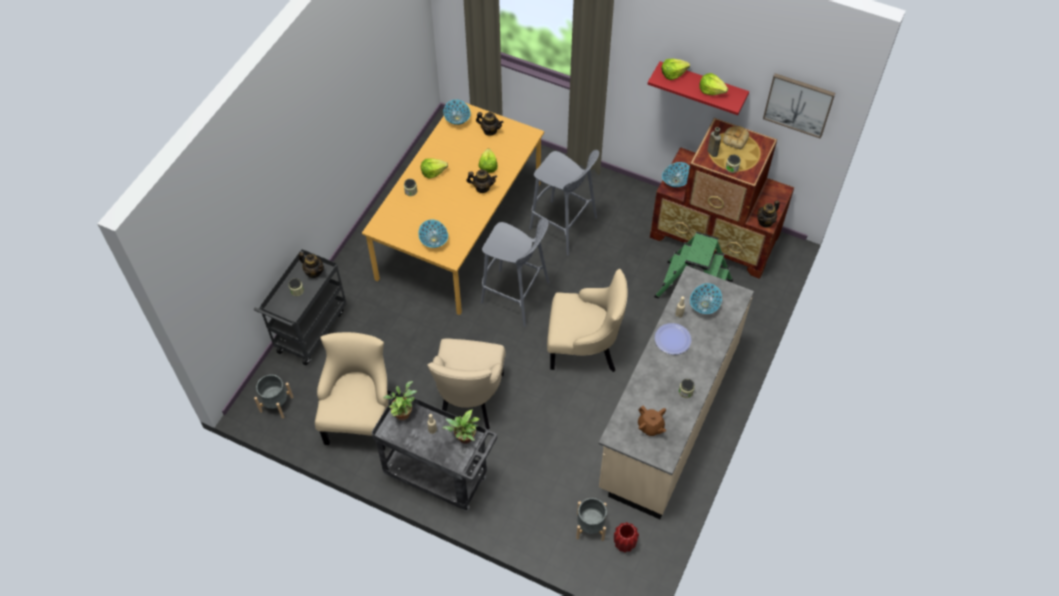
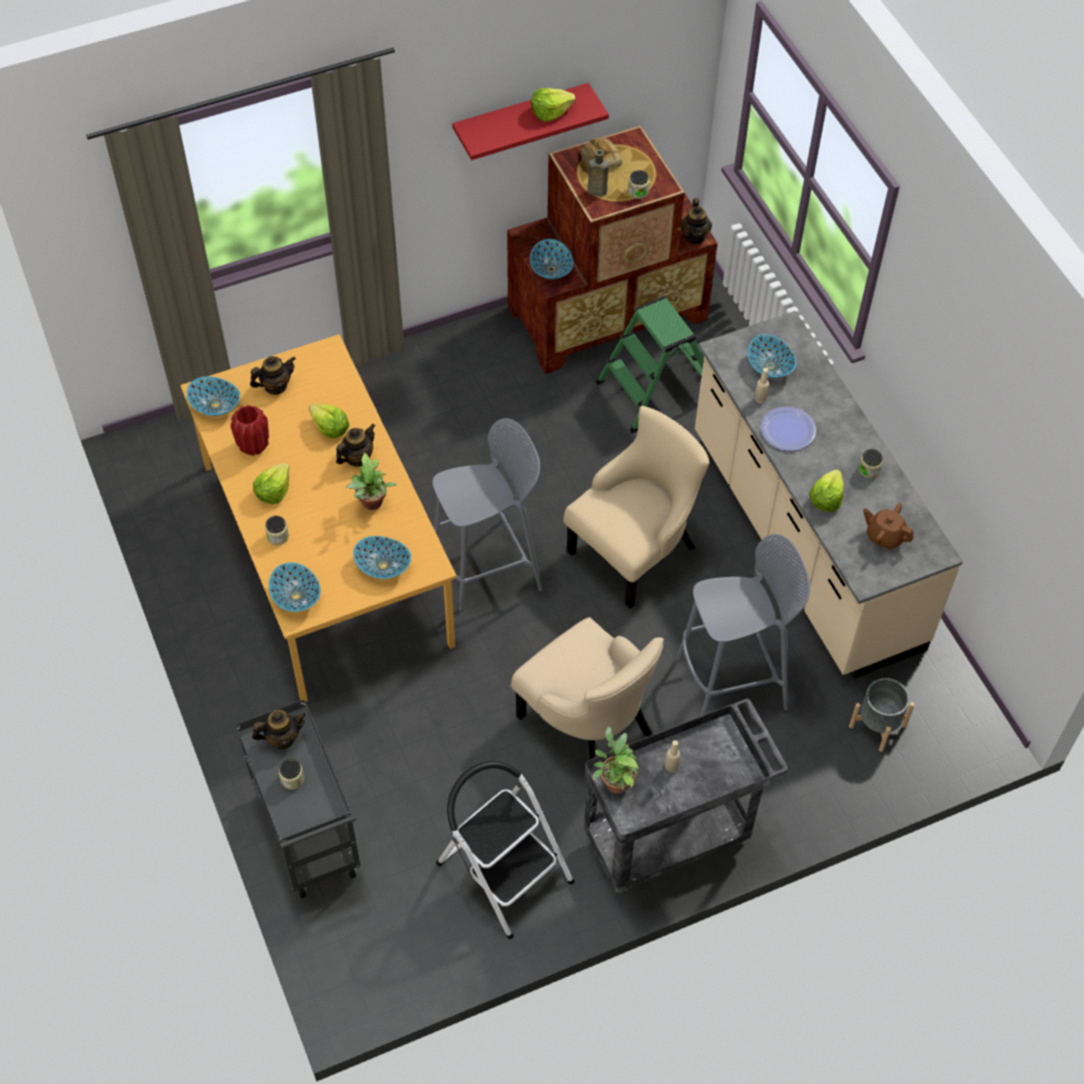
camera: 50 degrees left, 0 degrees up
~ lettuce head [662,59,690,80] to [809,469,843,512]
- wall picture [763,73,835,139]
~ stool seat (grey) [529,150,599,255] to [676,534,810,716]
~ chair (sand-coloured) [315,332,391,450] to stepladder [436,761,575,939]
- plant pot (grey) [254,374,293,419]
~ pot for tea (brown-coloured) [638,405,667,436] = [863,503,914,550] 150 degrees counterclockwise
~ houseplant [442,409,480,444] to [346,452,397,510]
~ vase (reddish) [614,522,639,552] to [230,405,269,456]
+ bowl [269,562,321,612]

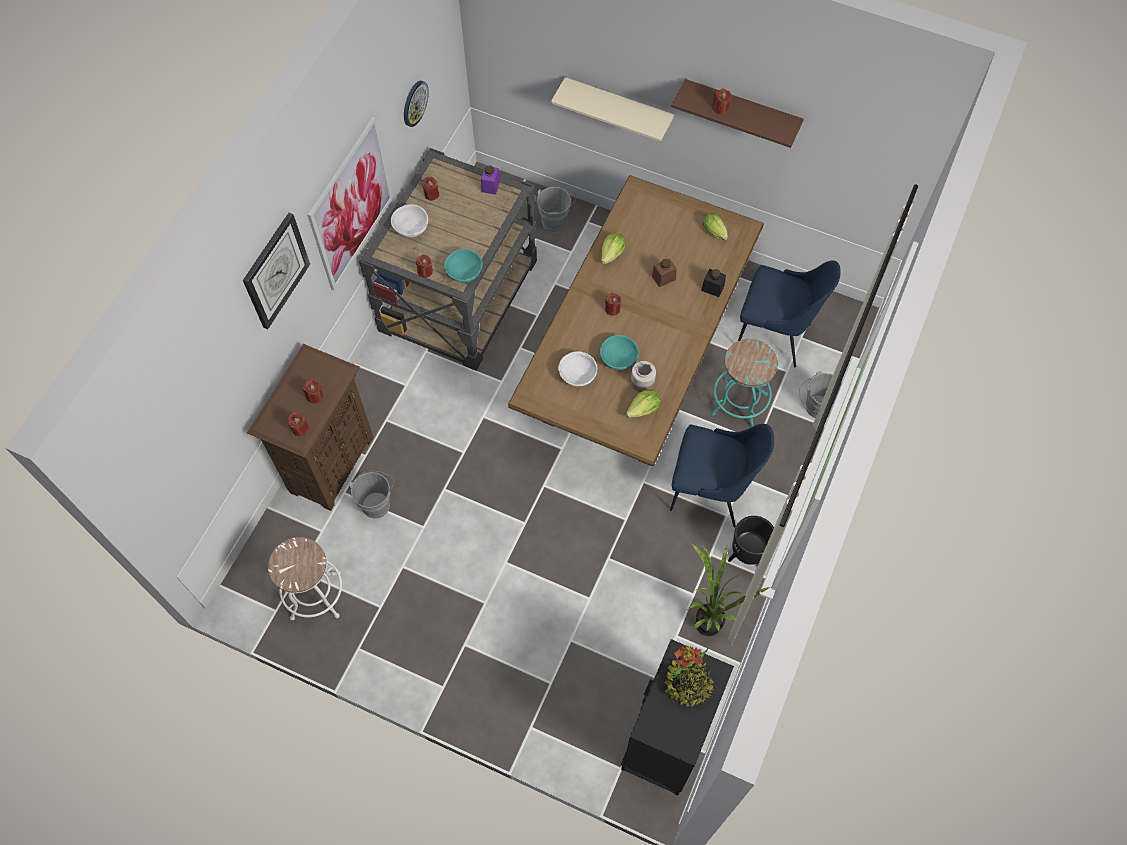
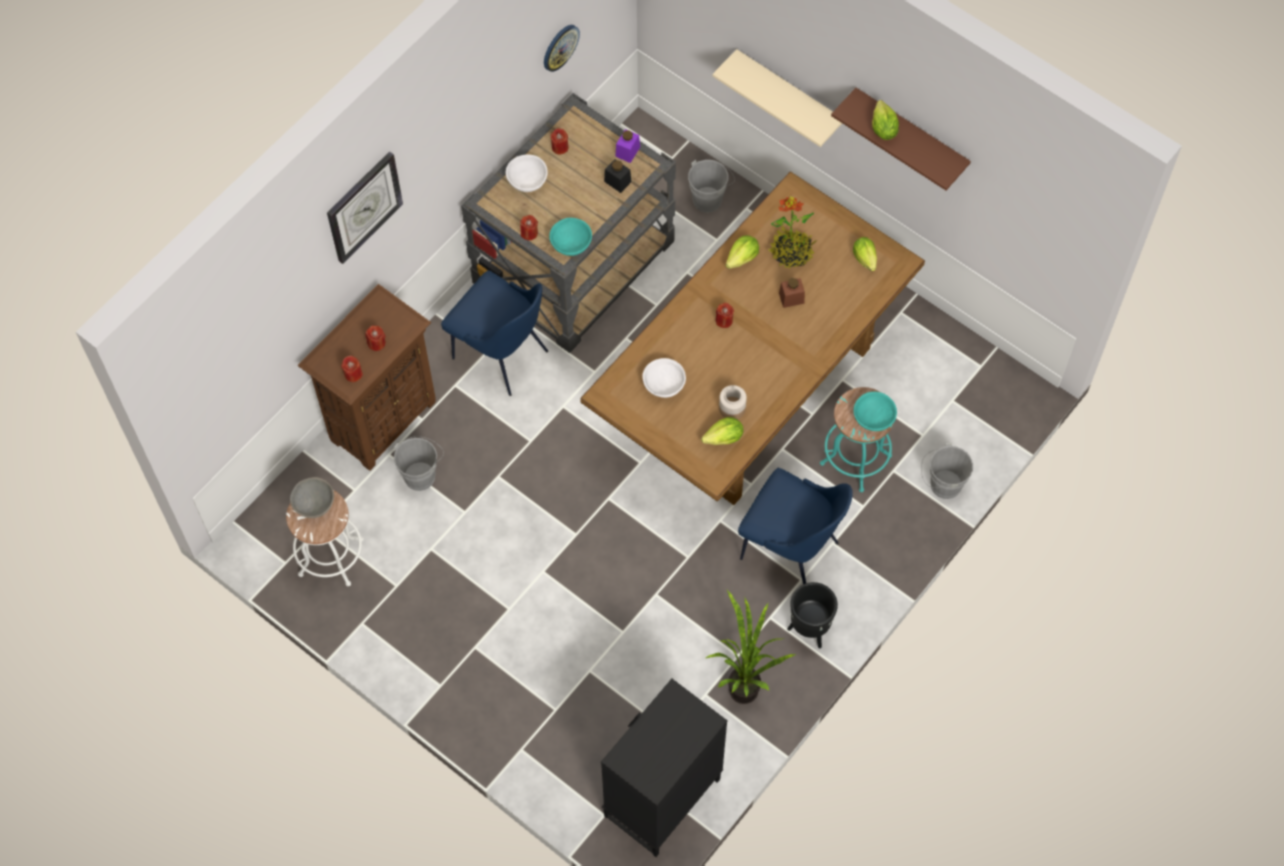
camera: 15 degrees right, 0 degrees up
~ wax candle (reddish) [712,89,731,114] to lettuce head [872,100,899,140]
- wall picture [307,116,393,290]
~ chair (bluish) [738,261,841,367] to [441,270,548,396]
~ jar (blackish) [701,269,726,297] to [604,159,632,193]
~ bowl (turquoise-coloured) [600,335,639,370] to [853,391,897,431]
~ houseplant [664,645,714,707] to [768,197,817,269]
+ bowl (grey) [290,477,334,518]

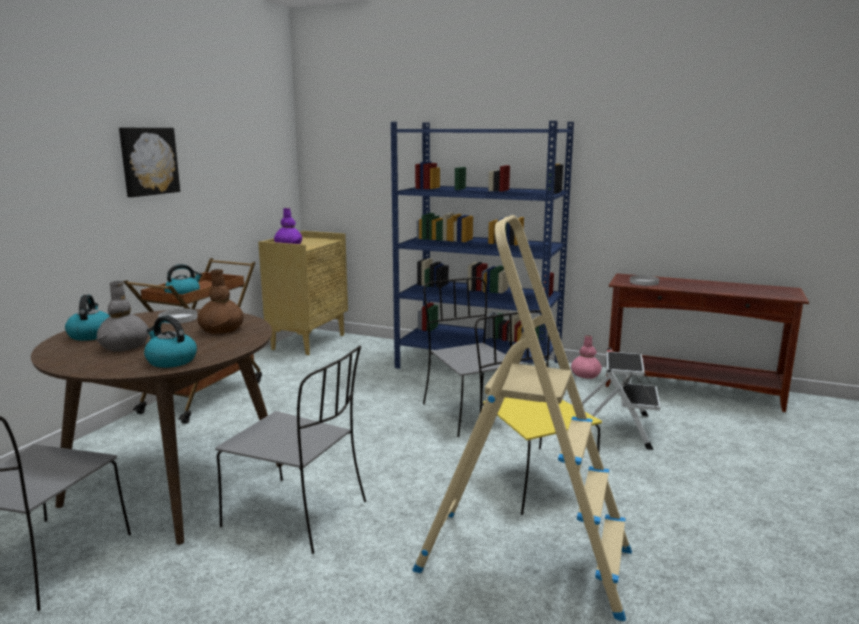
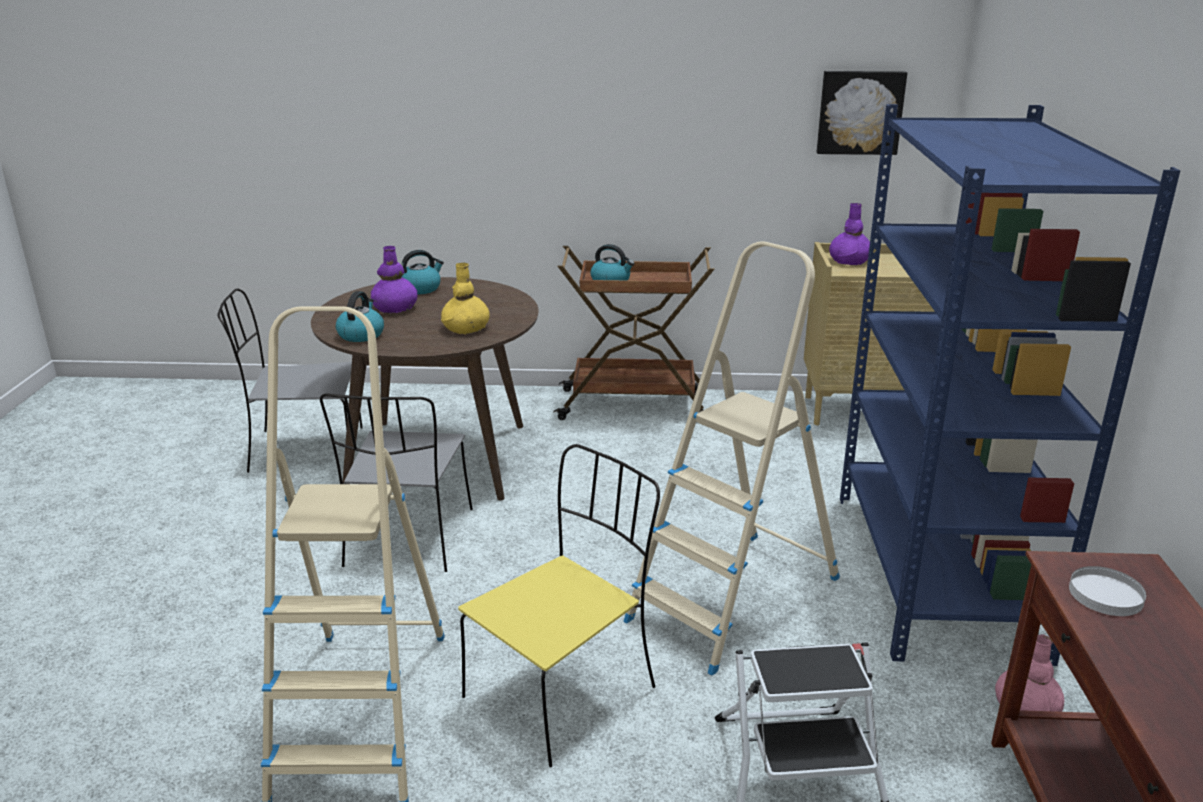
camera: 70 degrees right, 10 degrees up
~ wall picture [119,128,180,197] to [817,71,907,155]
~ vase (brown-coloured) [197,269,244,334] to vase (yellowish) [441,263,490,334]
~ chair (grey) [423,277,524,437] to stepladder (sand-coloured) [624,241,840,675]
~ vase (grey) [96,281,149,352] to vase (purple) [371,246,418,314]
- flat dish (whitish) [158,309,197,324]

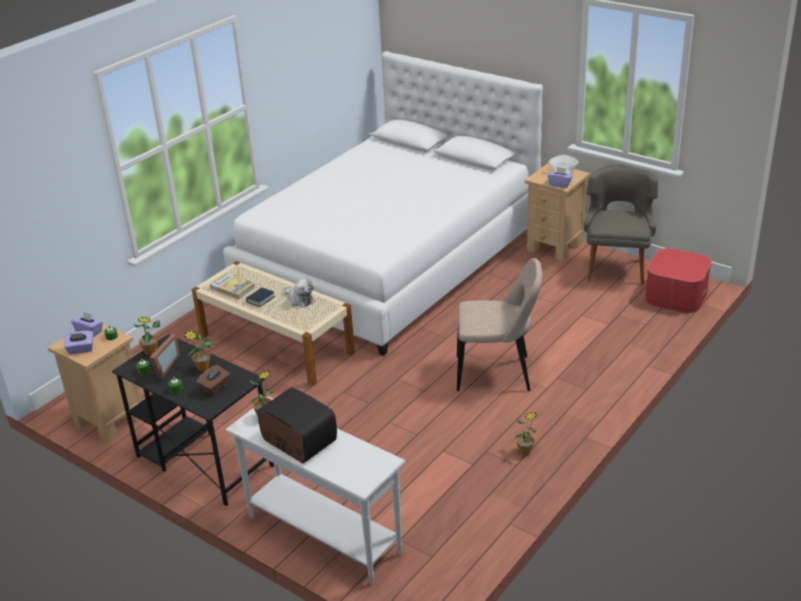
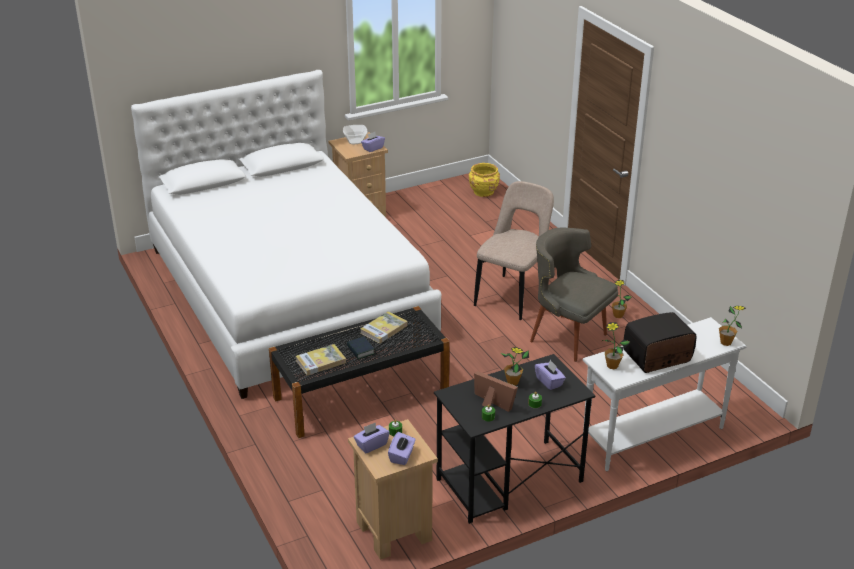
camera: 65 degrees left, 0 degrees up
~ chair (grey) [584,164,658,285] to [530,228,618,362]
~ pouffe [645,248,712,313] to plant pot (yellowish) [469,163,500,197]
~ indoor bench (sand-coloured) [192,261,355,387] to indoor bench (blackish) [269,306,450,438]
~ cuddly toy [285,279,315,307] to book [360,311,408,344]
~ houseplant [133,317,160,355] to [719,306,746,346]
~ tissue box (brown-coloured) [197,365,230,396] to tissue box (purple) [535,360,566,390]

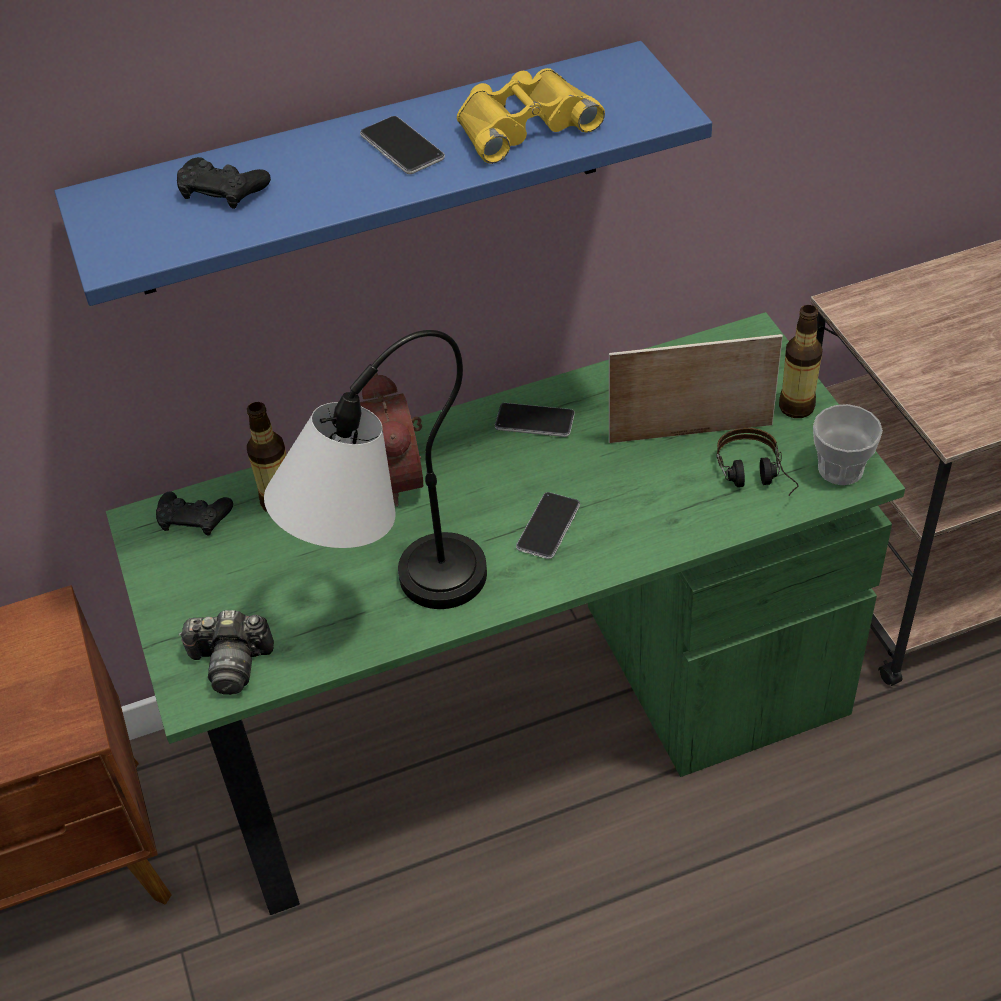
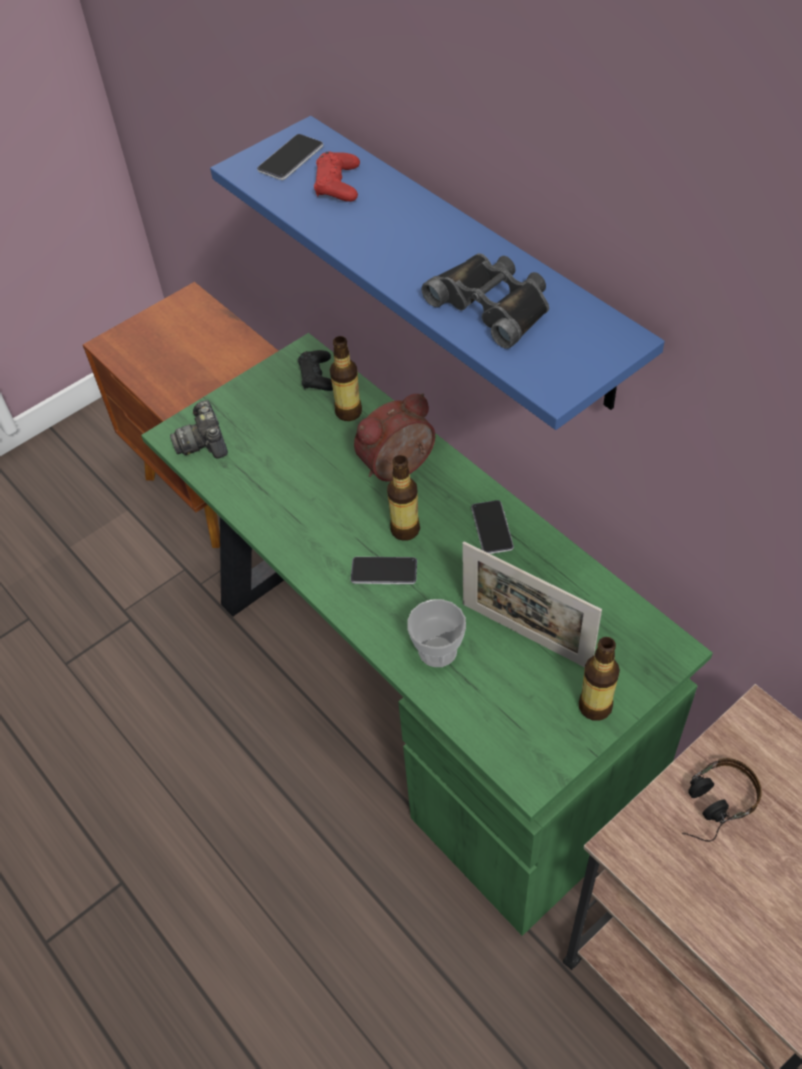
camera: 70 degrees right, 5 degrees up
~ field glasses (yellowish) [457,68,605,164] to field glasses (blackish) [422,253,549,349]
~ telephone [360,116,445,174] to [257,134,323,180]
~ gamepad (blackish) [177,157,271,209] to gamepad (reddish) [314,151,360,202]
- tabletop lamp [264,330,487,609]
~ standing frame [609,334,783,443] = [462,541,602,667] 150 degrees clockwise
~ drinking cup [813,404,883,485] to [407,599,466,667]
~ headphones [717,428,799,496] to [682,758,762,842]
+ bottle [387,455,420,541]

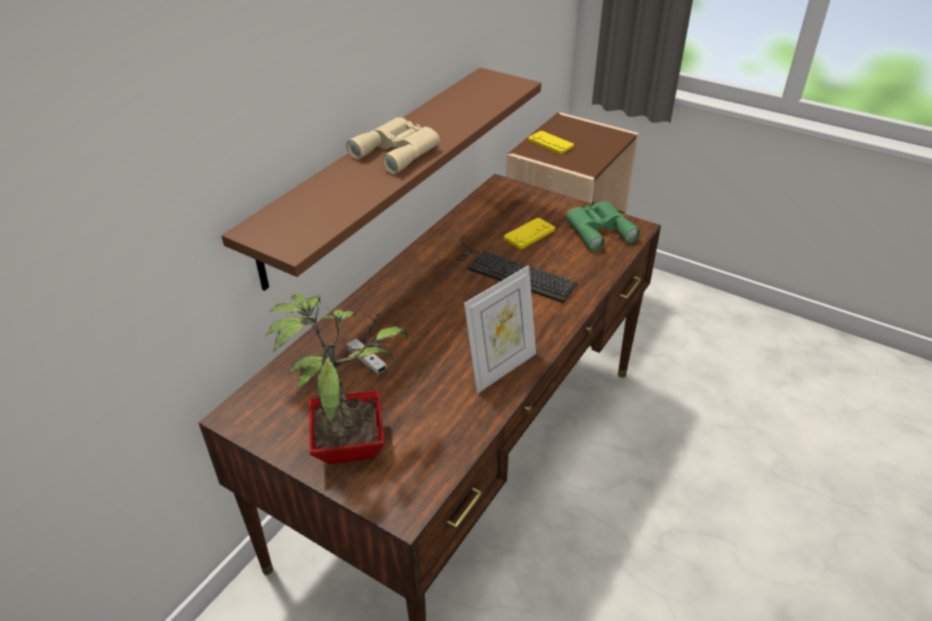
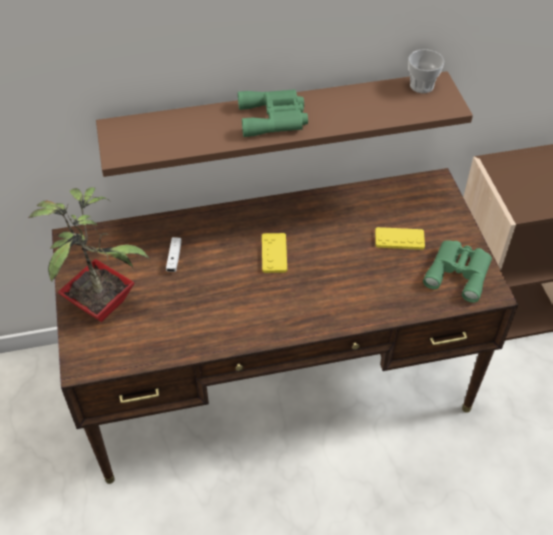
camera: 45 degrees right, 10 degrees up
~ field glasses (sand-coloured) [346,117,440,174] to field glasses (greenish) [238,89,308,137]
~ gamepad (yellowish) [528,131,574,154] to [262,233,287,273]
- computer keyboard [456,237,578,303]
- standing frame [464,265,536,394]
+ drinking cup [408,49,445,93]

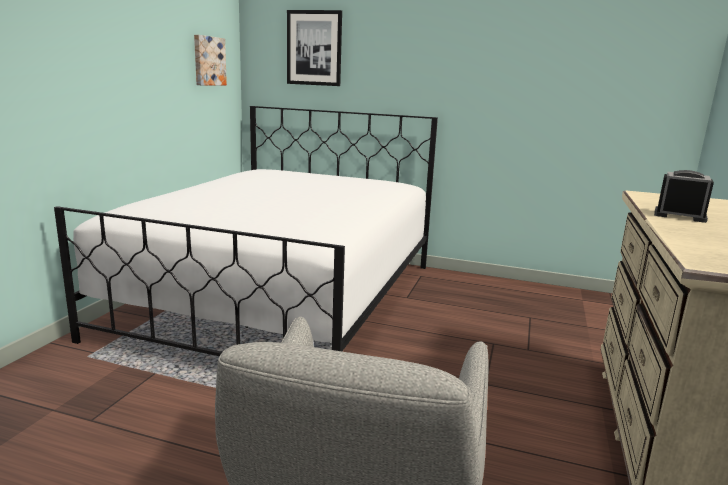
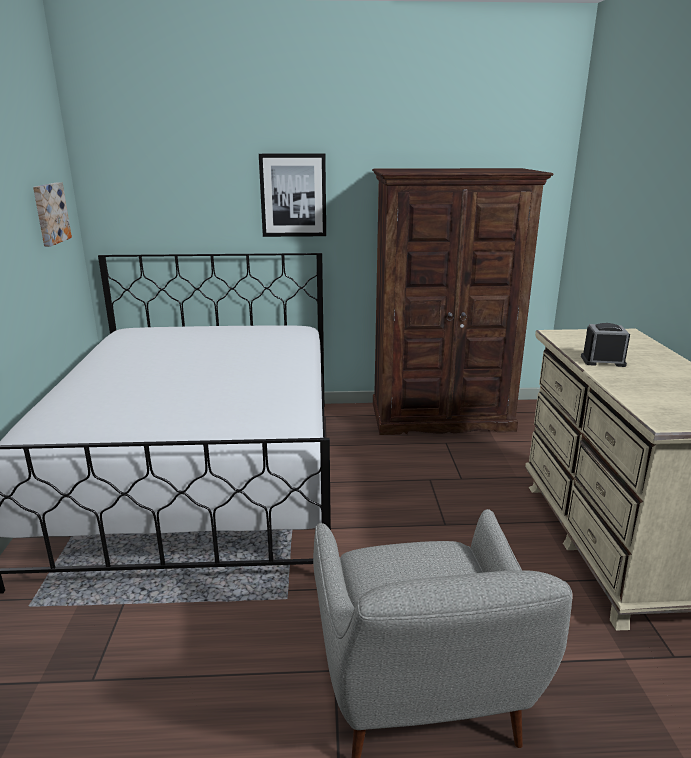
camera: 20 degrees left, 5 degrees up
~ wall picture [287,10,342,86] to [259,154,326,237]
+ armoire (brown-coloured) [372,168,554,435]

